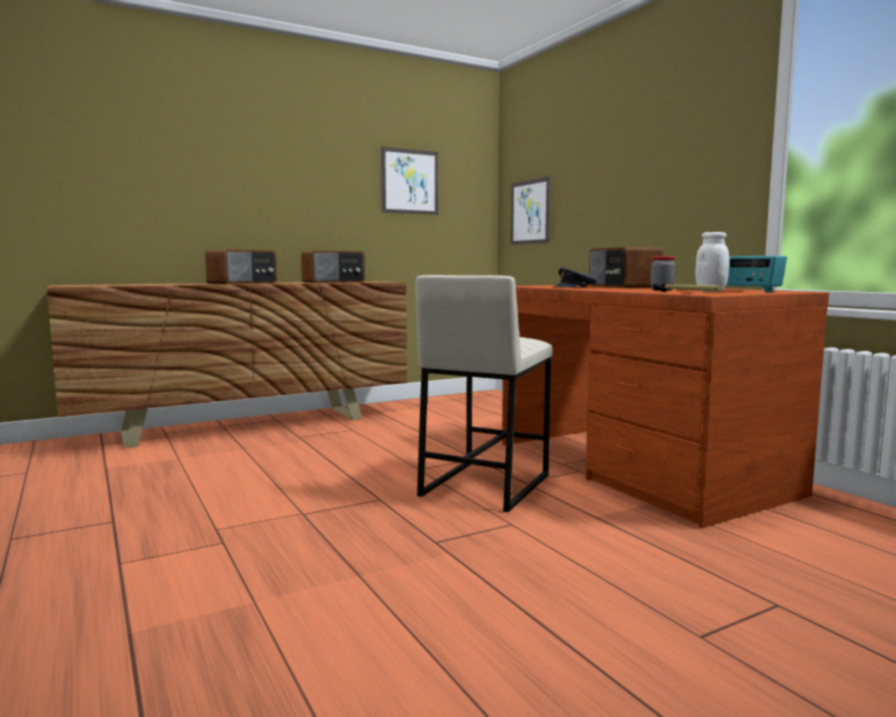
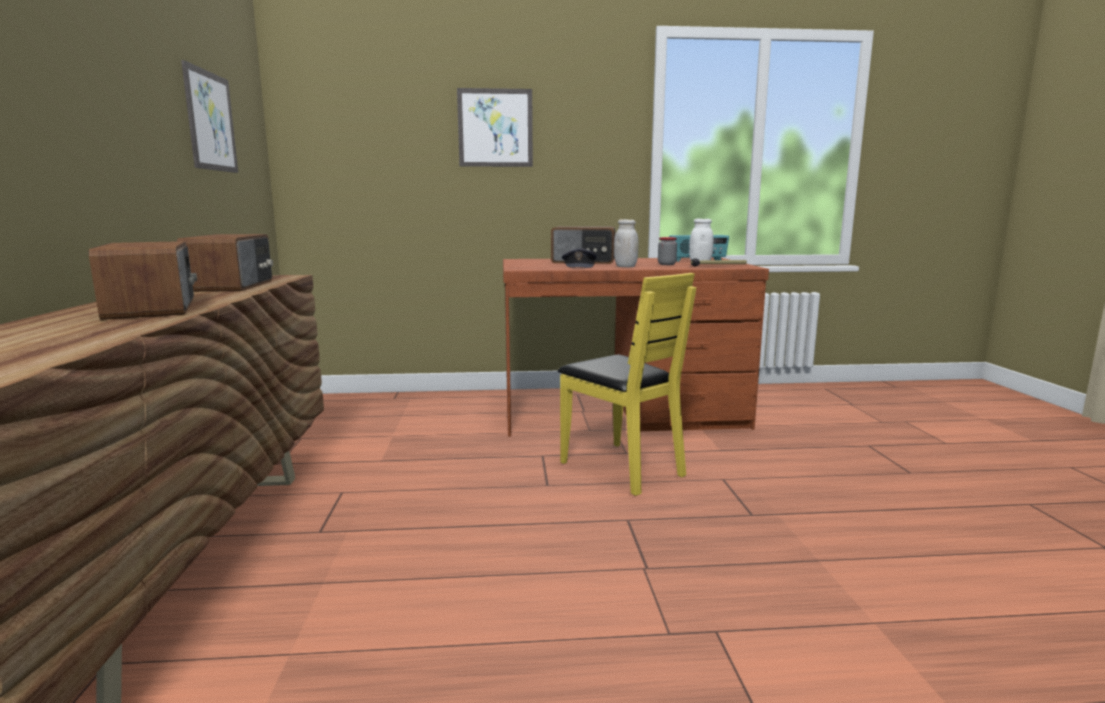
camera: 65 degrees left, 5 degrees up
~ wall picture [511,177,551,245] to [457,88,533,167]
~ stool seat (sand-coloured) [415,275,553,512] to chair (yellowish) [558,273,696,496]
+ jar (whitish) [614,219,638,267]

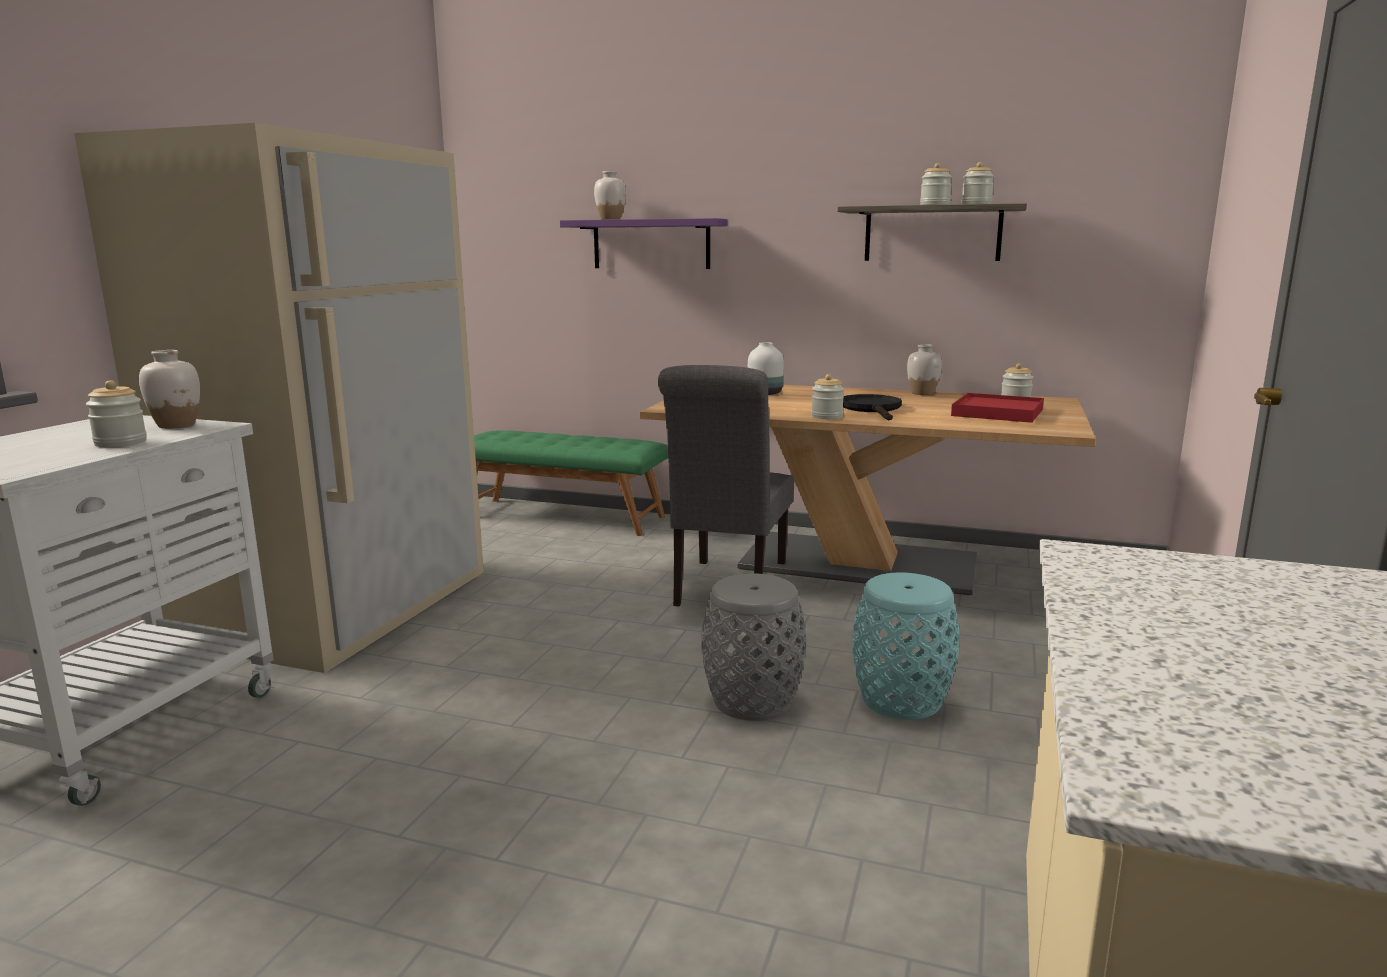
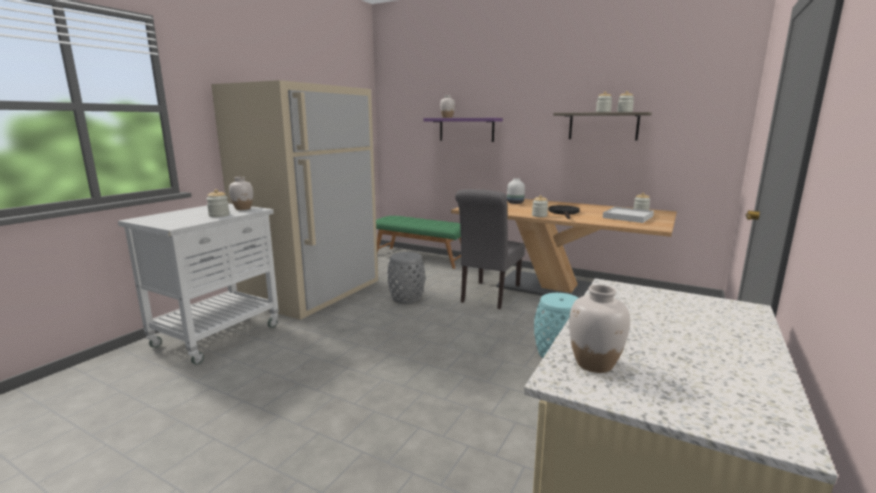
camera: 10 degrees right, 0 degrees up
~ vase (whitish) [907,344,942,395] to [569,285,630,373]
~ tray (reddish) [951,393,1044,423] to tray (whitish) [603,207,654,223]
~ stool seat (grey) [701,574,806,721] to [387,252,425,304]

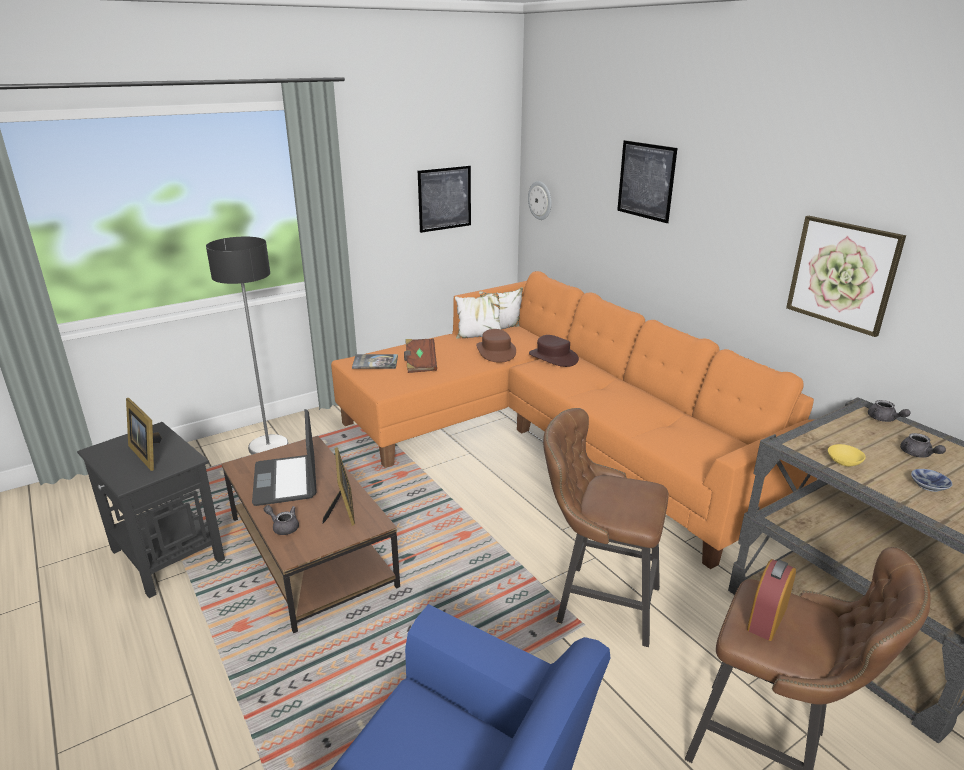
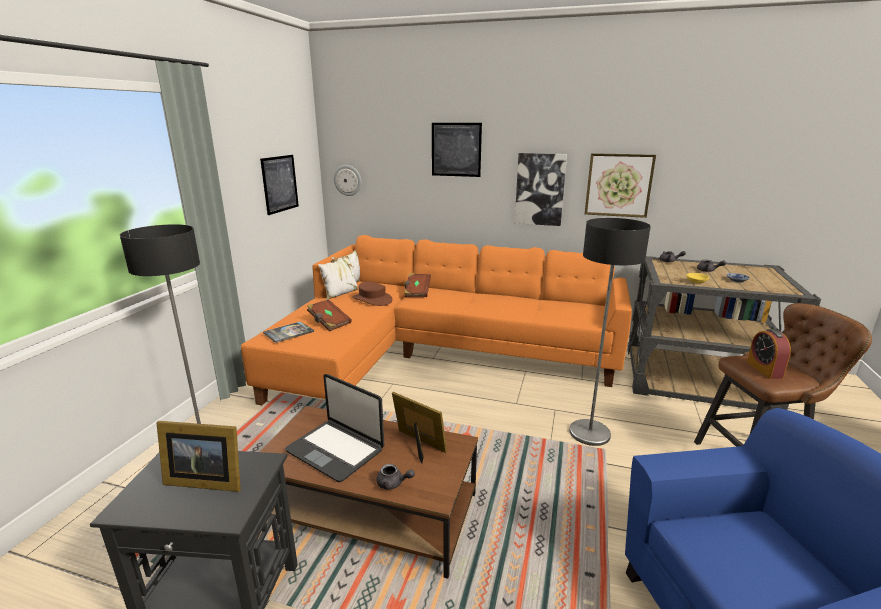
camera: 40 degrees left, 5 degrees down
~ wearable hat (brown-coloured) [529,335,579,367] to book (brown-coloured) [404,273,431,297]
~ stool seat (brown-coloured) [543,408,668,647] to floor lamp [570,218,651,446]
~ pot for tea (grey) [264,505,299,535] = [376,464,415,490] 150 degrees counterclockwise
+ wall picture [515,153,567,226]

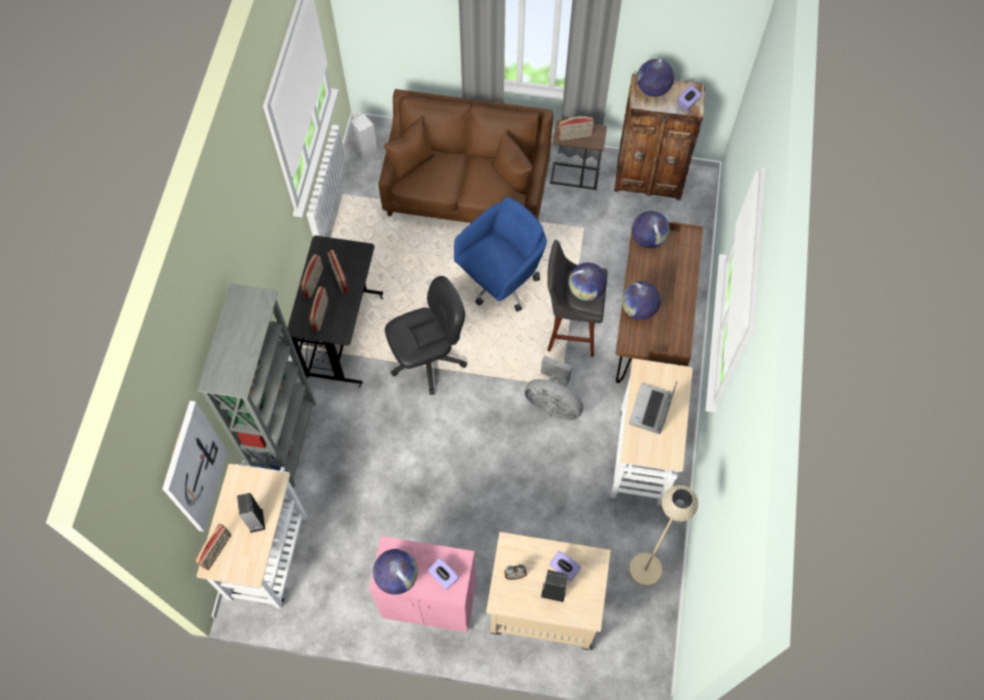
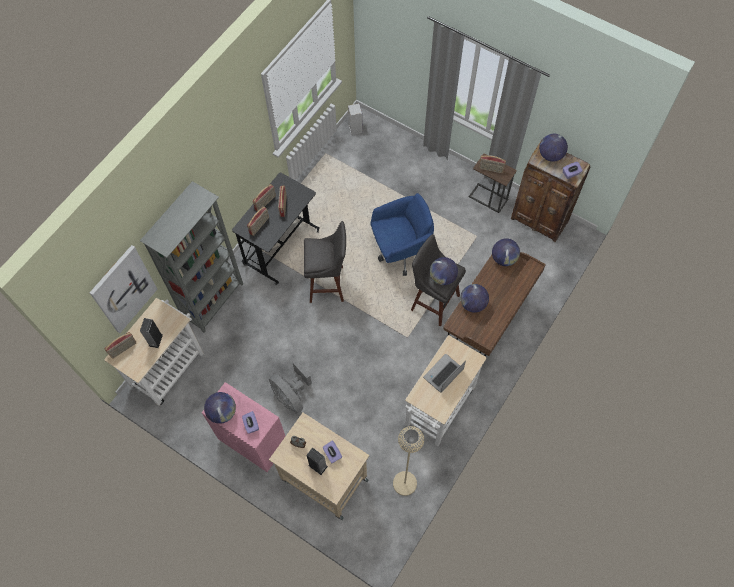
camera: 25 degrees right, 0 degrees up
- couch (brown-coloured) [378,89,553,223]
~ desk chair (blackish) [385,276,467,395] to stool seat (grey) [304,221,346,303]
~ cooling fan (grey) [525,355,583,420] to [269,360,312,414]

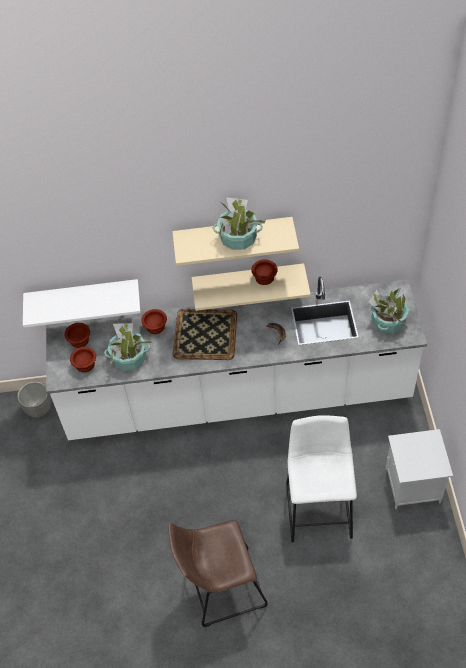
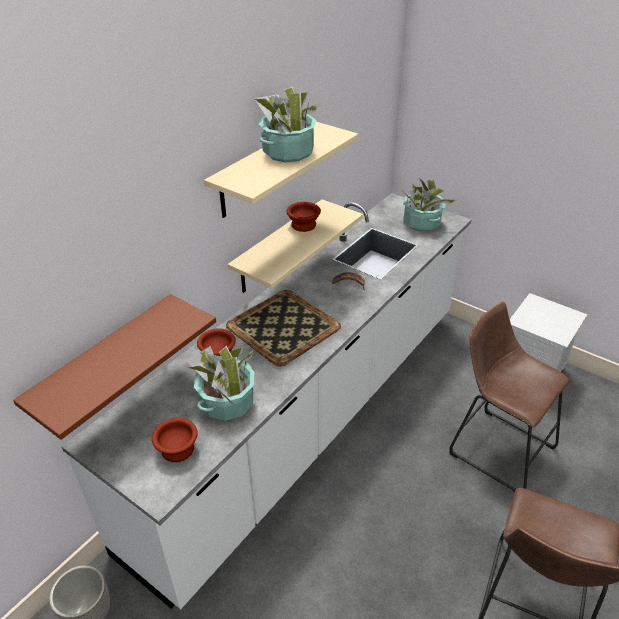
camera: 50 degrees left, 15 degrees down
~ wall shelf (whitish) [23,279,141,327] to wall shelf (brown-coloured) [13,294,216,440]
- bowl (brown-coloured) [65,323,90,348]
~ stool seat (whitish) [286,415,357,542] to stool seat (brown-coloured) [449,302,569,493]

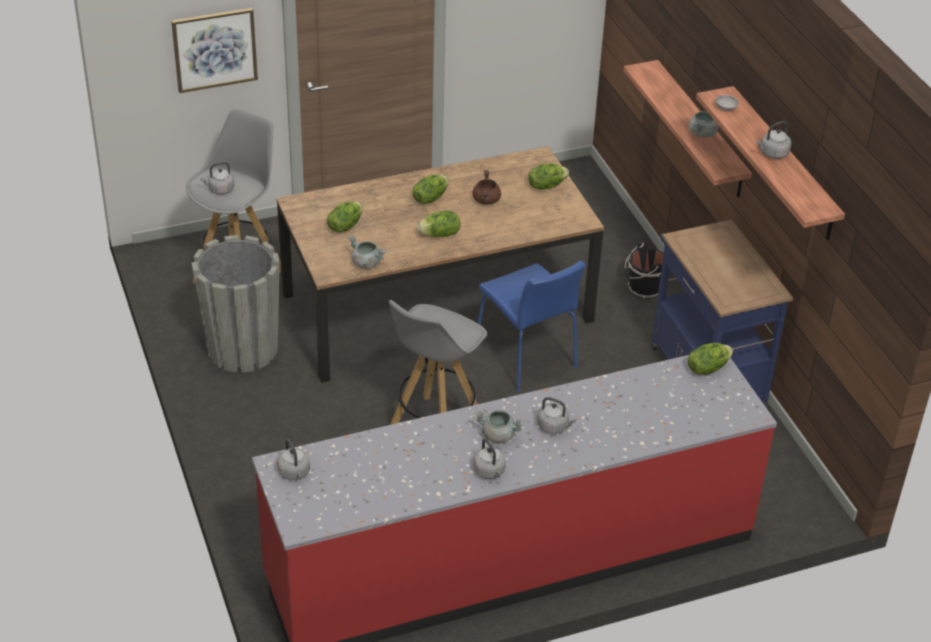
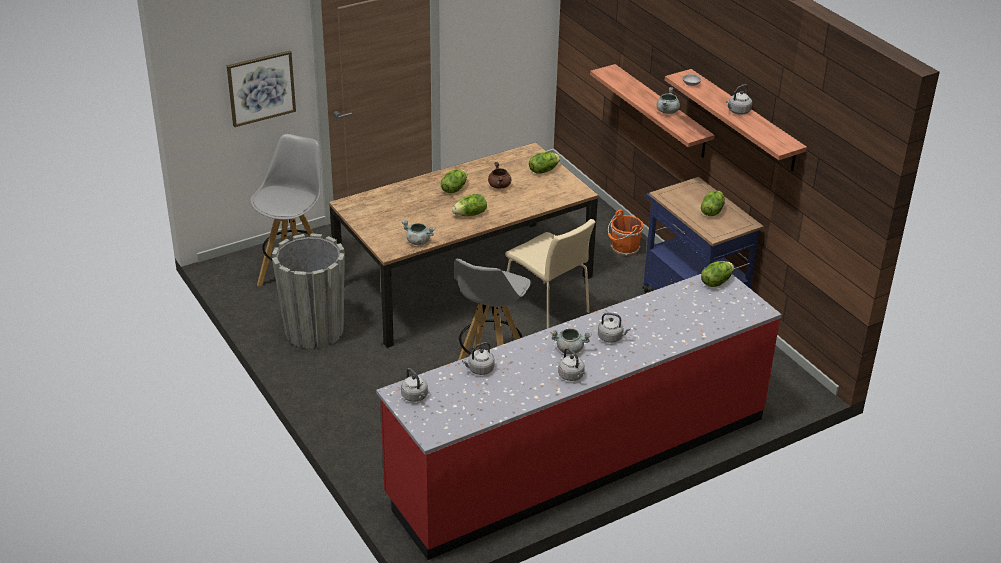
camera: 10 degrees left, 5 degrees down
~ water kettle (grey) [200,162,235,195] to [462,342,495,375]
~ lettuce head [327,202,363,232] to [701,191,725,216]
~ pail (blackish) [624,240,664,299] to pail (orange-coloured) [608,210,645,256]
~ chair (bluish) [478,261,586,392] to chair (sand-coloured) [505,219,595,329]

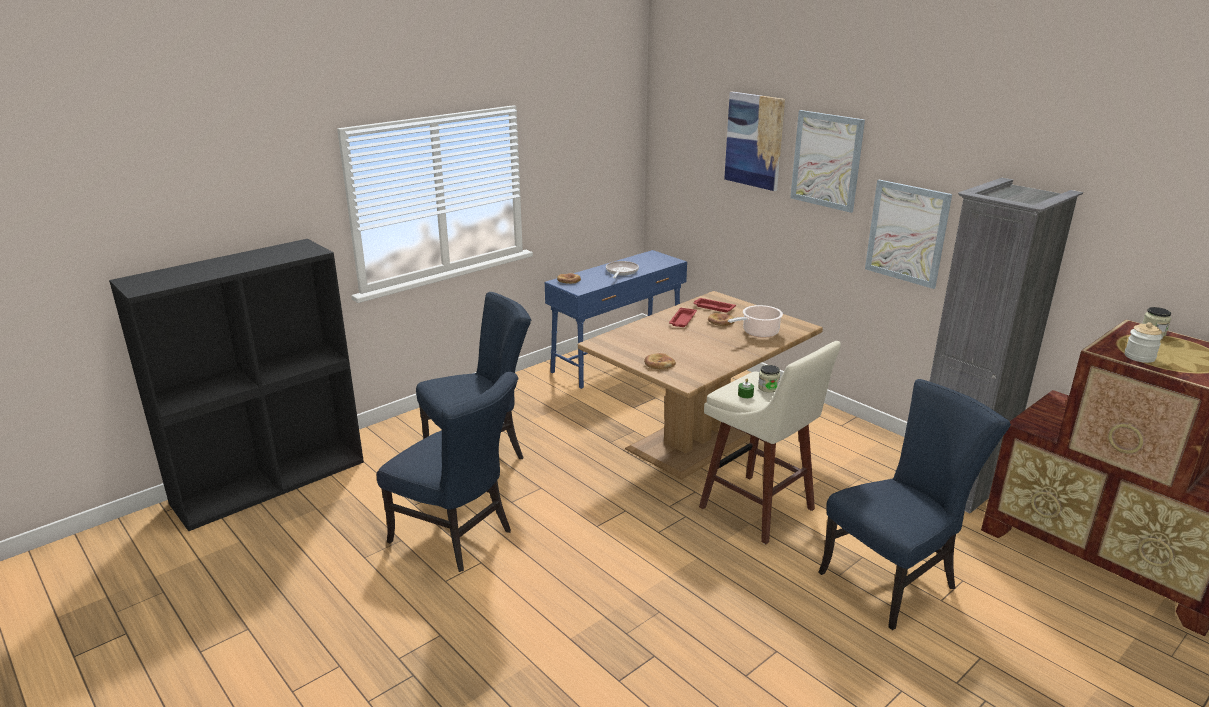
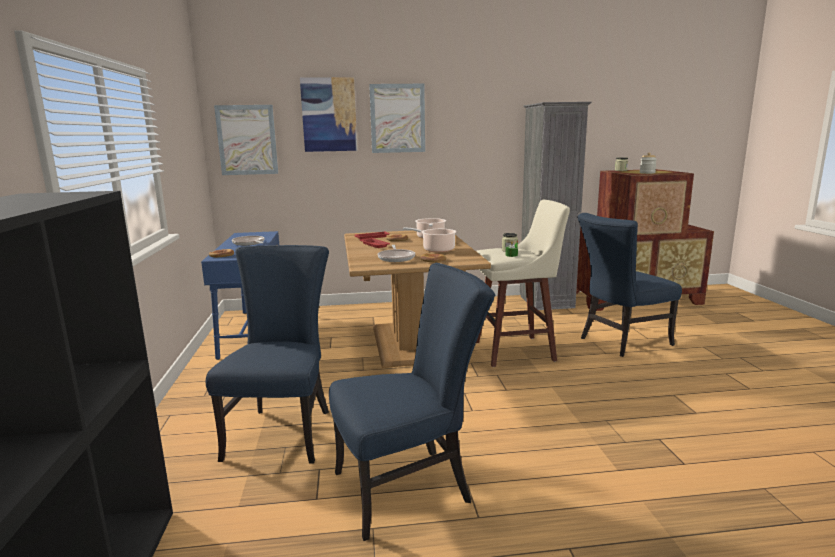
camera: 55 degrees left, 10 degrees down
~ wall picture [865,180,952,289] to [214,105,278,175]
~ chair (bluish) [818,379,1011,630] = [577,213,682,357] 120 degrees counterclockwise
+ stockpot [403,227,456,252]
+ frying pan [378,245,415,262]

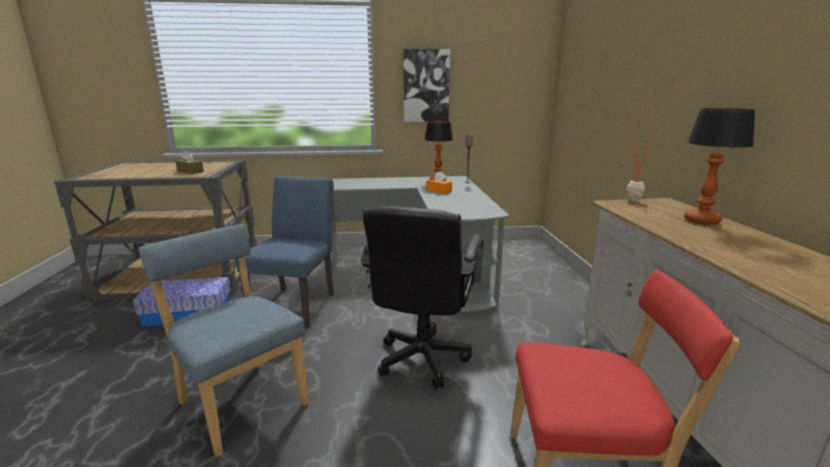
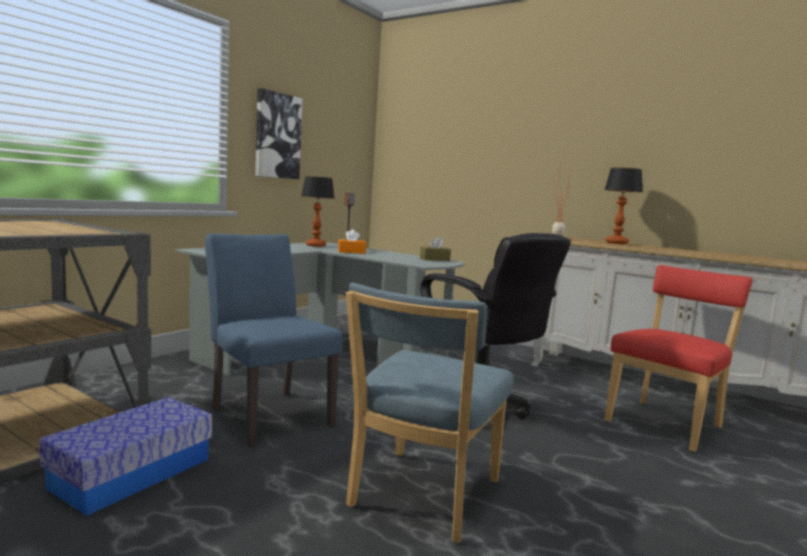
camera: 50 degrees left, 10 degrees down
~ tissue box (brown-coloured) [176,151,204,174] to [420,236,451,261]
~ chair (bluish) [138,224,309,457] = [346,283,514,543] 60 degrees counterclockwise

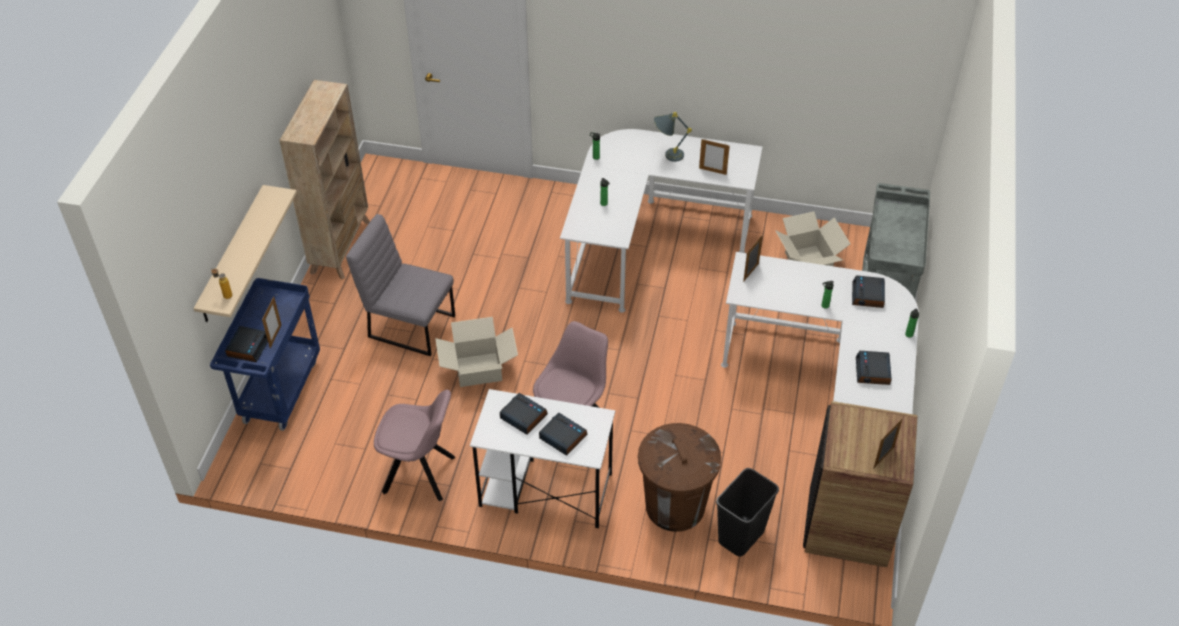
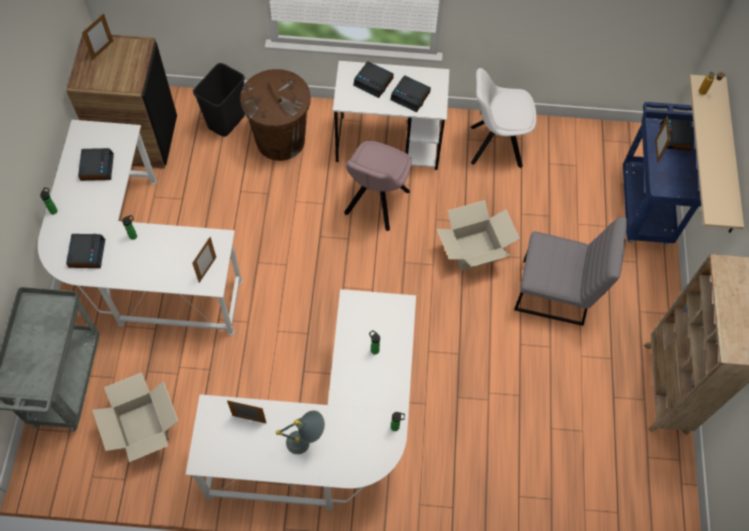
camera: 170 degrees right, 15 degrees up
~ chair (pink-coloured) [374,390,455,501] to chair (whitish) [471,68,537,168]

